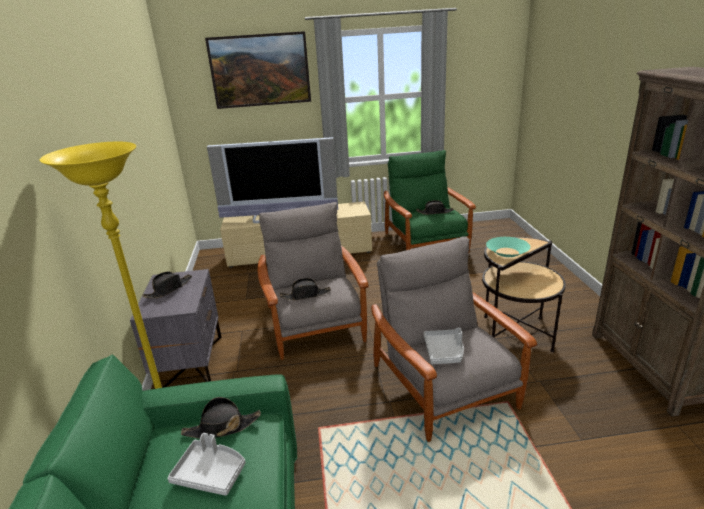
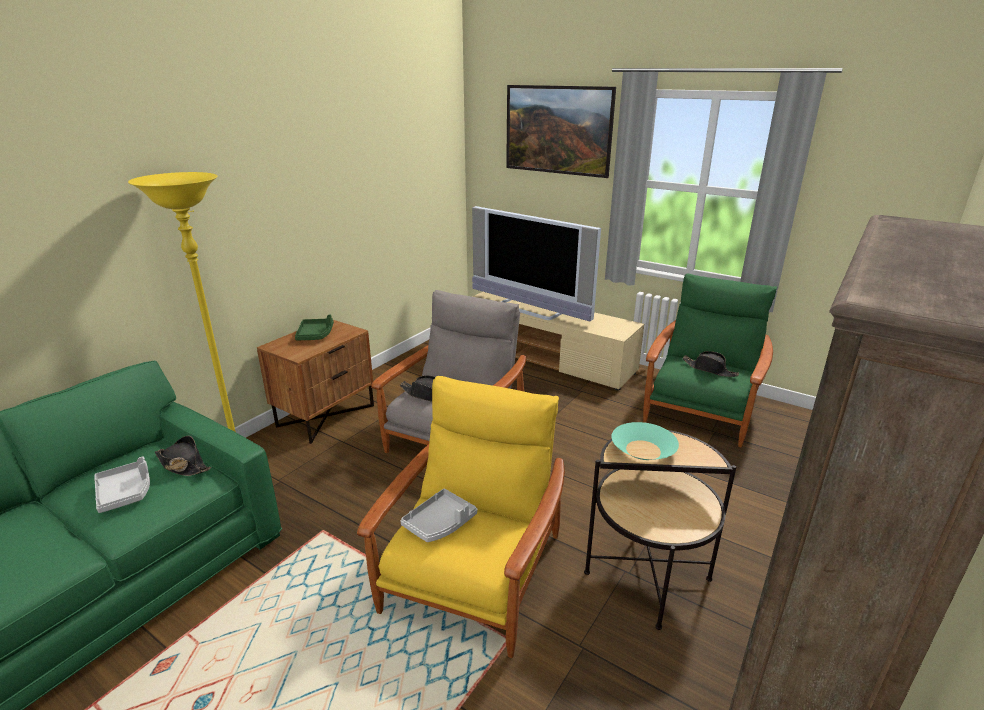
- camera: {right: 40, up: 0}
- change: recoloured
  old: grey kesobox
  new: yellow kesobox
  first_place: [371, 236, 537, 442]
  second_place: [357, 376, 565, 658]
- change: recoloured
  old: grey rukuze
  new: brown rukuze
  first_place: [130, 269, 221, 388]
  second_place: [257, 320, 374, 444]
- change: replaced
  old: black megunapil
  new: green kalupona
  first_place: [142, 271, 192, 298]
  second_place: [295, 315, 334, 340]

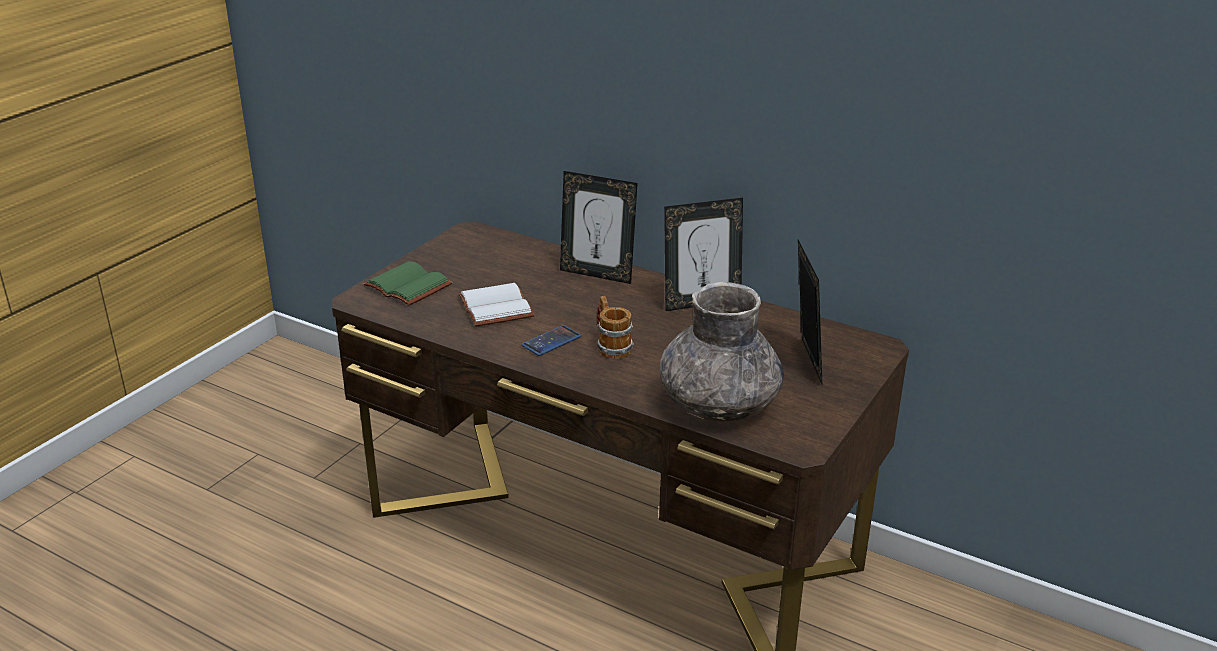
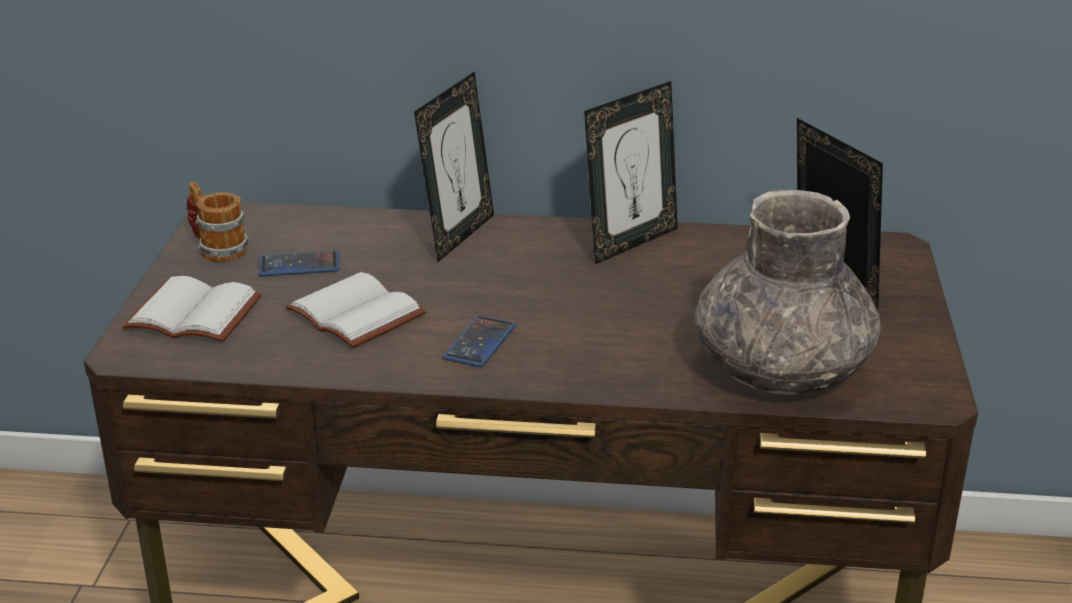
- camera: {right: -25, up: 0}
- change: turned
  old: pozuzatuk
  first_place: [560, 171, 637, 284]
  second_place: [414, 72, 494, 262]
  degrees: -60
- change: recoloured
  old: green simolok
  new: white simolok
  first_place: [364, 261, 452, 306]
  second_place: [122, 276, 262, 342]
- change: moved
  old: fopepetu
  first_place: [596, 296, 634, 359]
  second_place: [186, 182, 249, 262]
- change: added
  new: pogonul
  second_place: [259, 251, 340, 277]

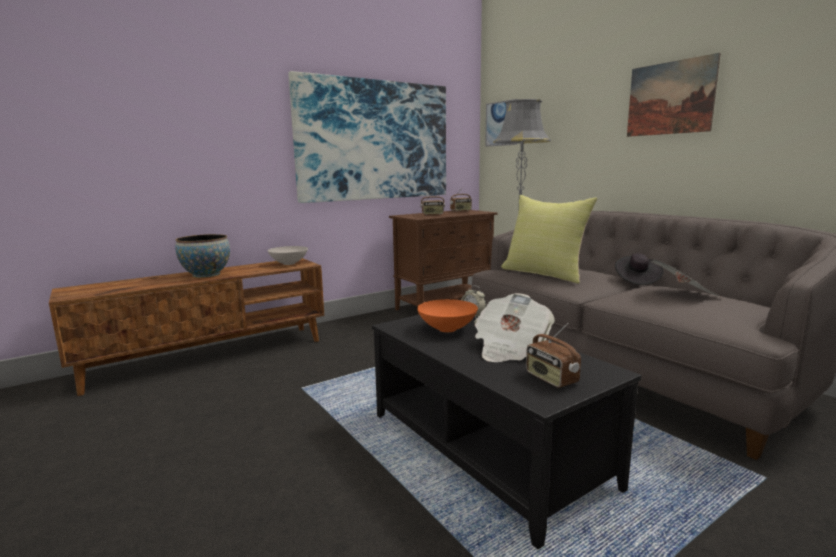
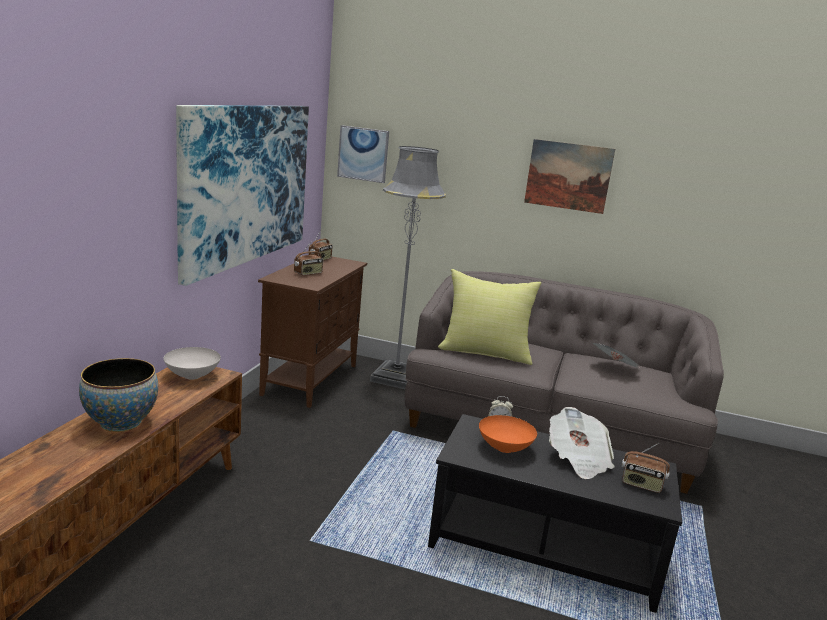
- camera: {right: -40, up: 5}
- change: removed
  old: black megunapil
  first_place: [615, 253, 663, 285]

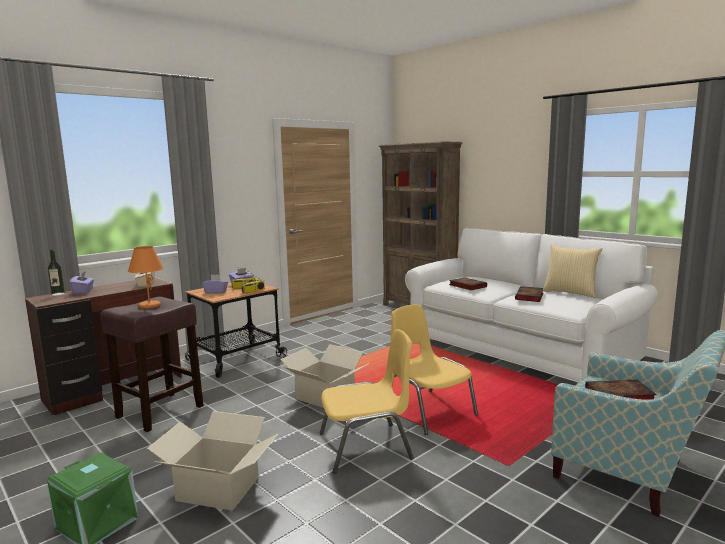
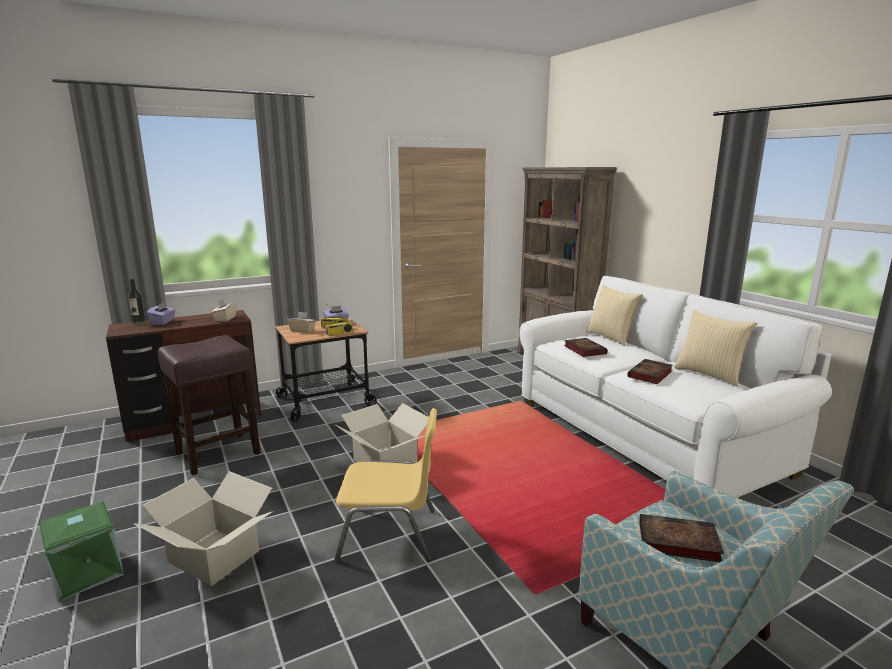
- camera: {right: 15, up: 5}
- change: removed
  old: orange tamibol
  first_place: [128, 246, 164, 309]
- change: recoloured
  old: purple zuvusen
  new: beige zuvusen
  first_place: [202, 275, 228, 294]
  second_place: [287, 312, 316, 333]
- change: removed
  old: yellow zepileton
  first_place: [390, 305, 478, 435]
- change: added
  new: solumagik
  second_place: [586, 285, 643, 346]

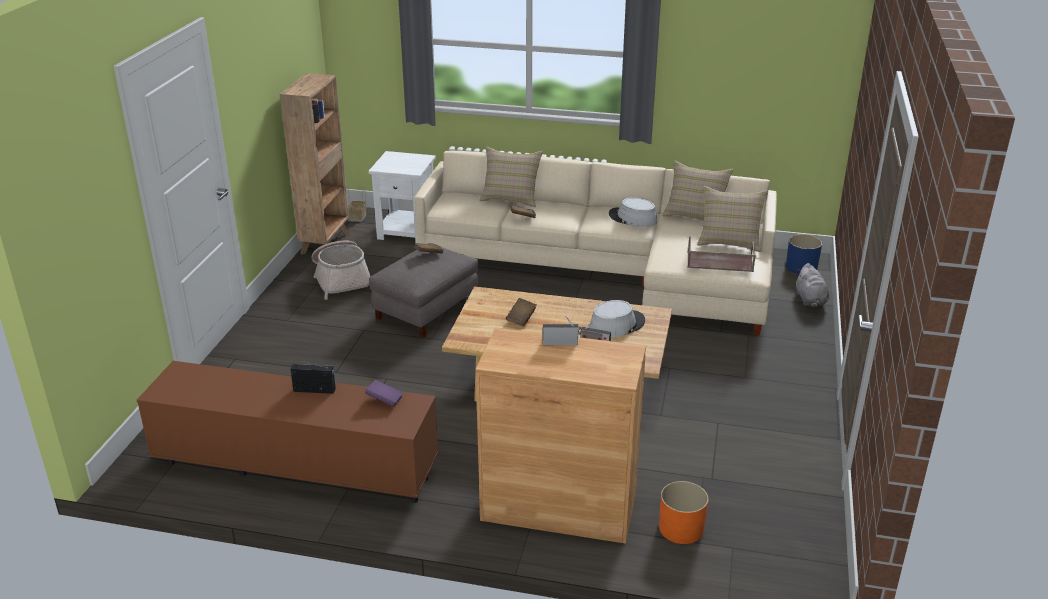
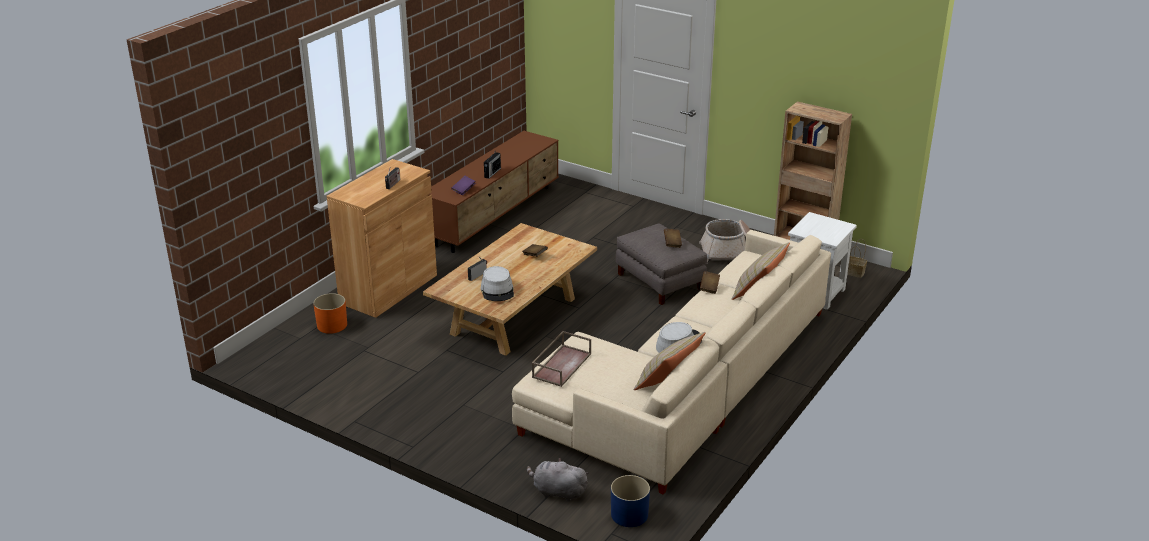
- camera: {right: 110, up: 0}
- change: removed
  old: beige solumagik
  first_place: [698, 186, 767, 252]

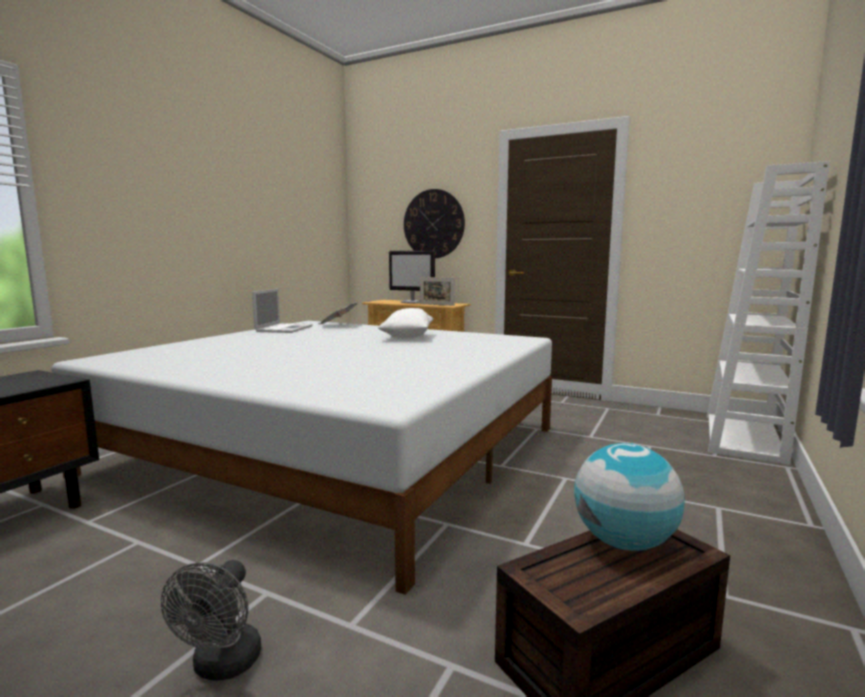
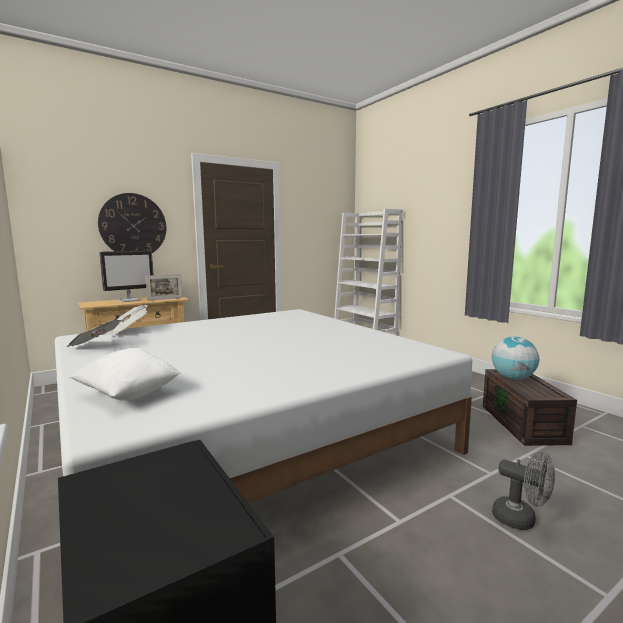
- camera: {right: -60, up: 0}
- change: replaced
  old: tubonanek
  new: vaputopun
  first_place: [252, 288, 313, 333]
  second_place: [66, 319, 122, 347]
- change: moved
  old: white solumagik
  first_place: [378, 308, 434, 338]
  second_place: [69, 348, 181, 401]

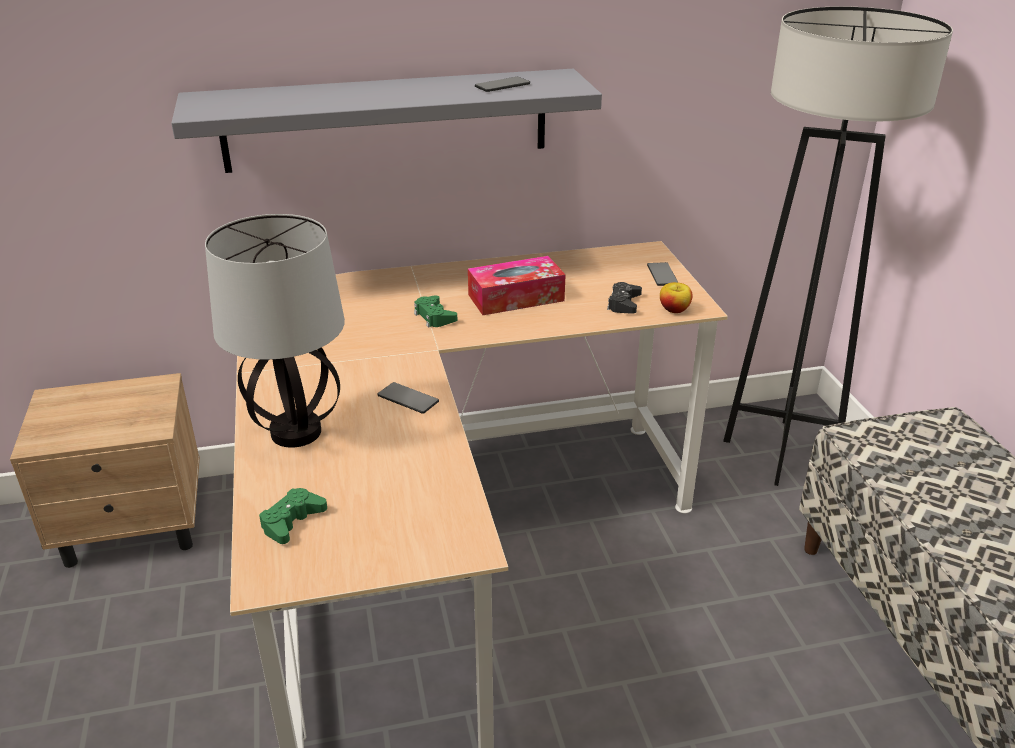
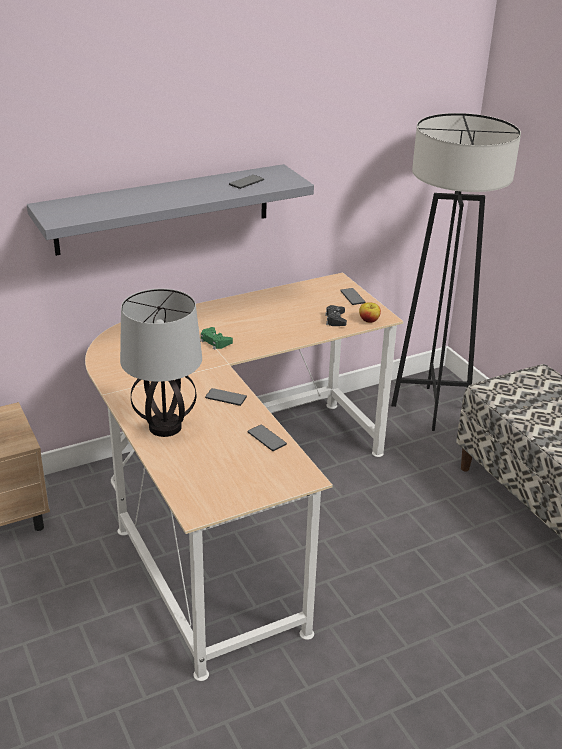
- camera: {right: -15, up: 0}
- change: removed
  old: zuvusen
  first_place: [468, 256, 566, 315]
- change: removed
  old: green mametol
  first_place: [259, 488, 327, 544]
- change: added
  new: pogonul
  second_place: [248, 425, 287, 451]

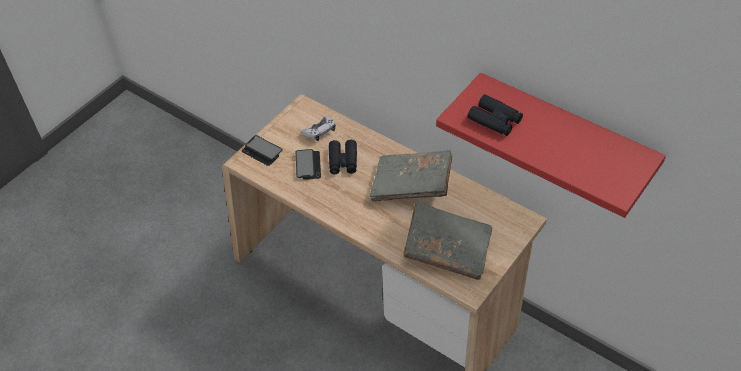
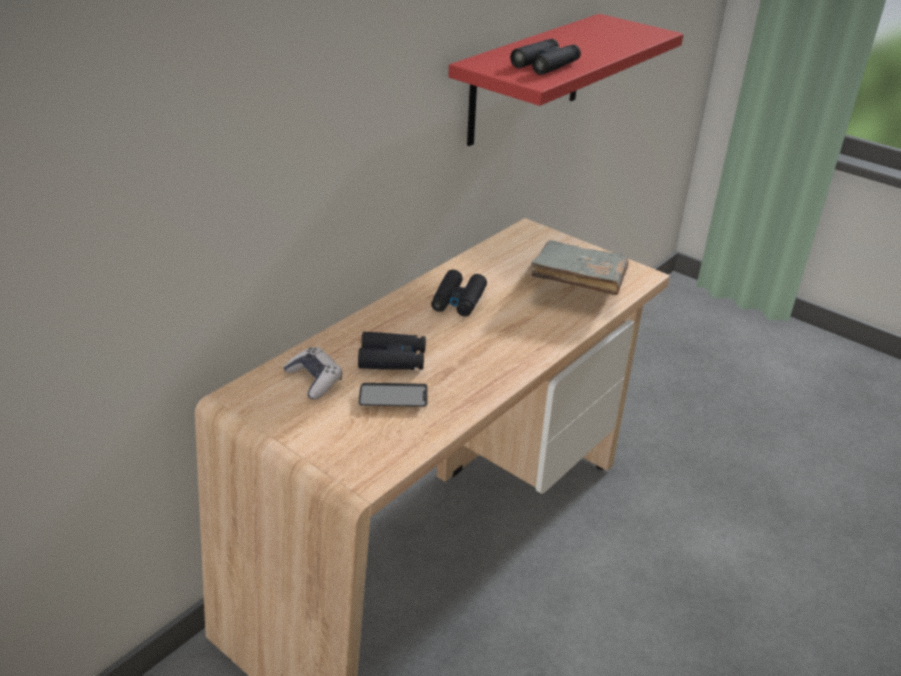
- camera: {right: -90, up: -15}
- change: removed
  old: pogonul
  first_place: [242, 135, 283, 166]
- change: replaced
  old: grey simolok
  new: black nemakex
  first_place: [370, 150, 452, 202]
  second_place: [431, 270, 487, 317]

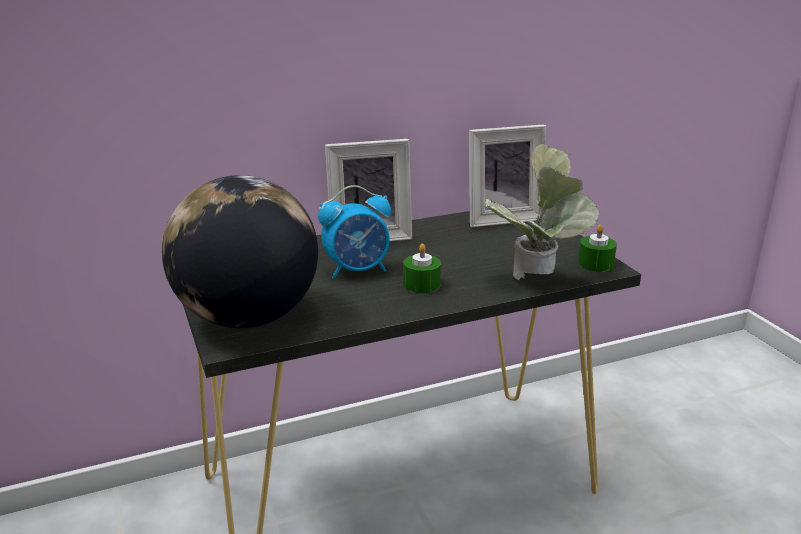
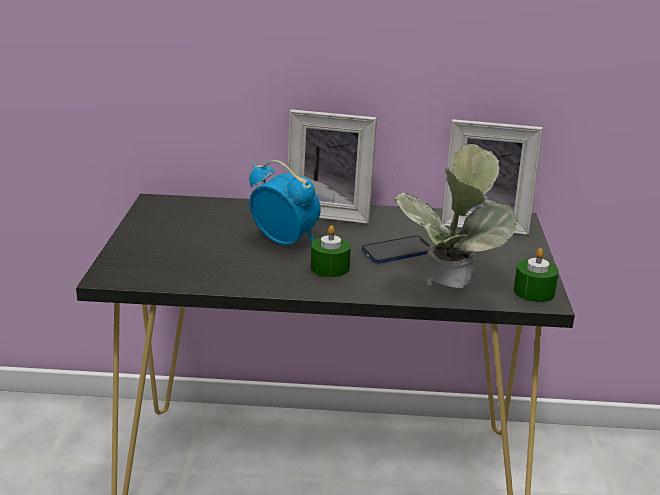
- camera: {right: 25, up: 0}
- change: removed
  old: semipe
  first_place: [162, 175, 318, 328]
- change: turned
  old: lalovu
  first_place: [318, 185, 391, 279]
  second_place: [249, 160, 321, 245]
  degrees: -150
- change: added
  new: pogonul
  second_place: [362, 236, 430, 264]

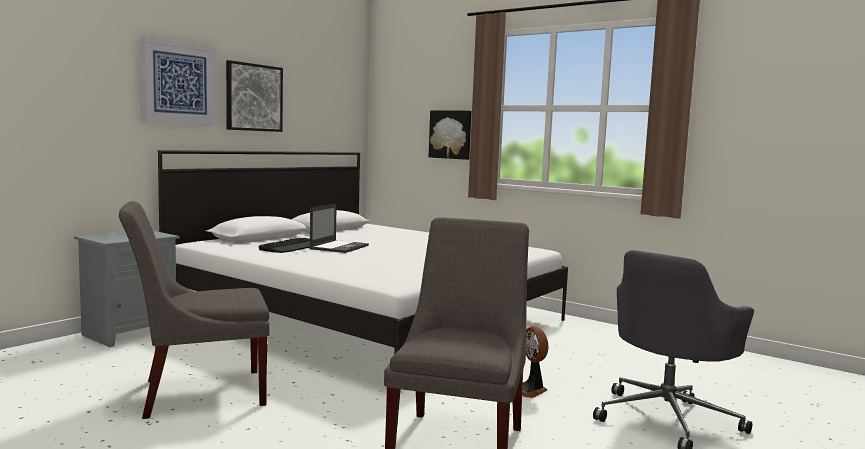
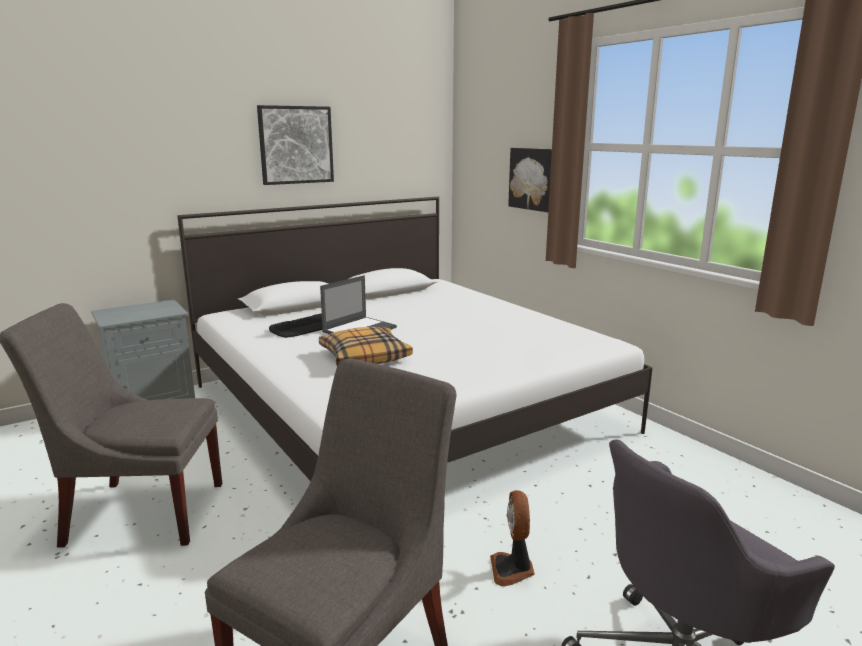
- camera: {right: 20, up: 10}
- change: removed
  old: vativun
  first_place: [140, 36, 216, 126]
- change: added
  new: solumagik
  second_place: [319, 327, 413, 365]

